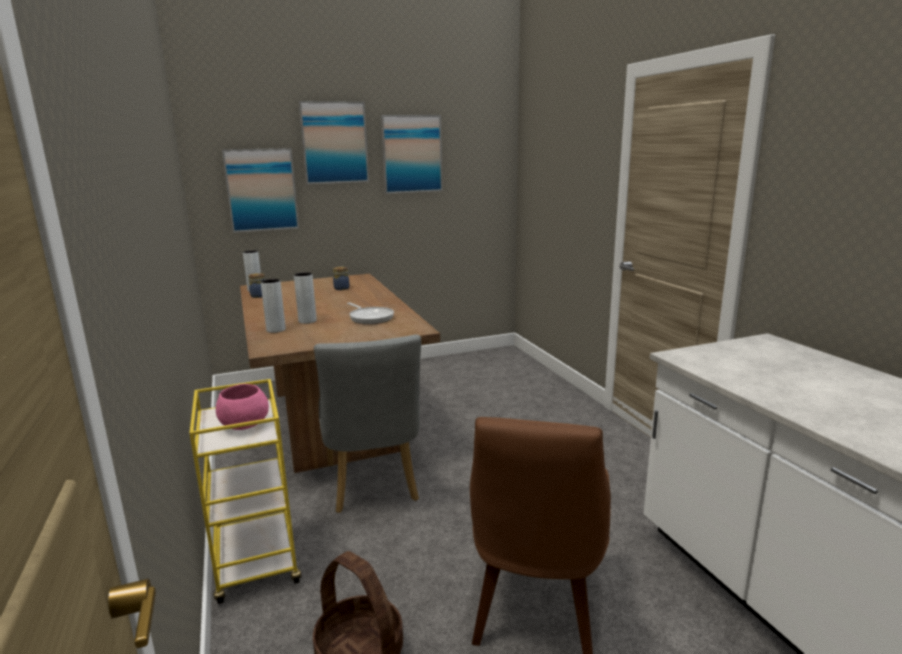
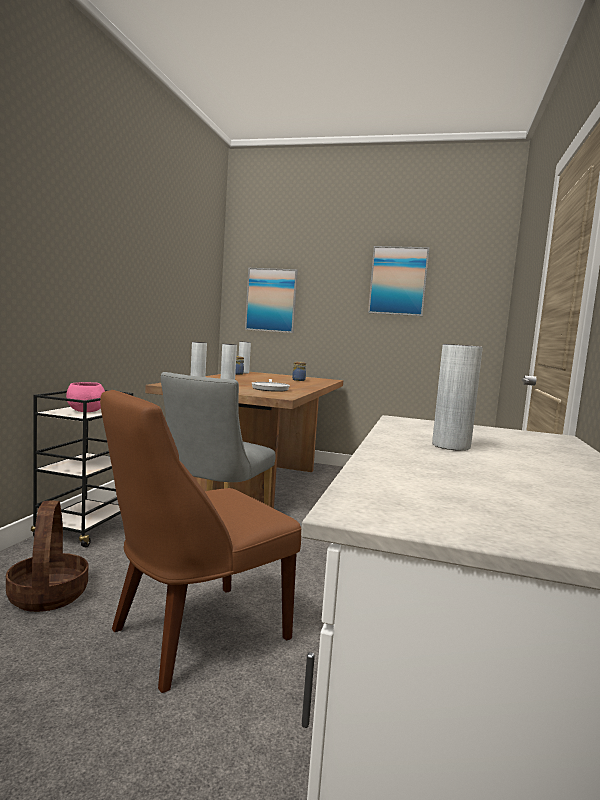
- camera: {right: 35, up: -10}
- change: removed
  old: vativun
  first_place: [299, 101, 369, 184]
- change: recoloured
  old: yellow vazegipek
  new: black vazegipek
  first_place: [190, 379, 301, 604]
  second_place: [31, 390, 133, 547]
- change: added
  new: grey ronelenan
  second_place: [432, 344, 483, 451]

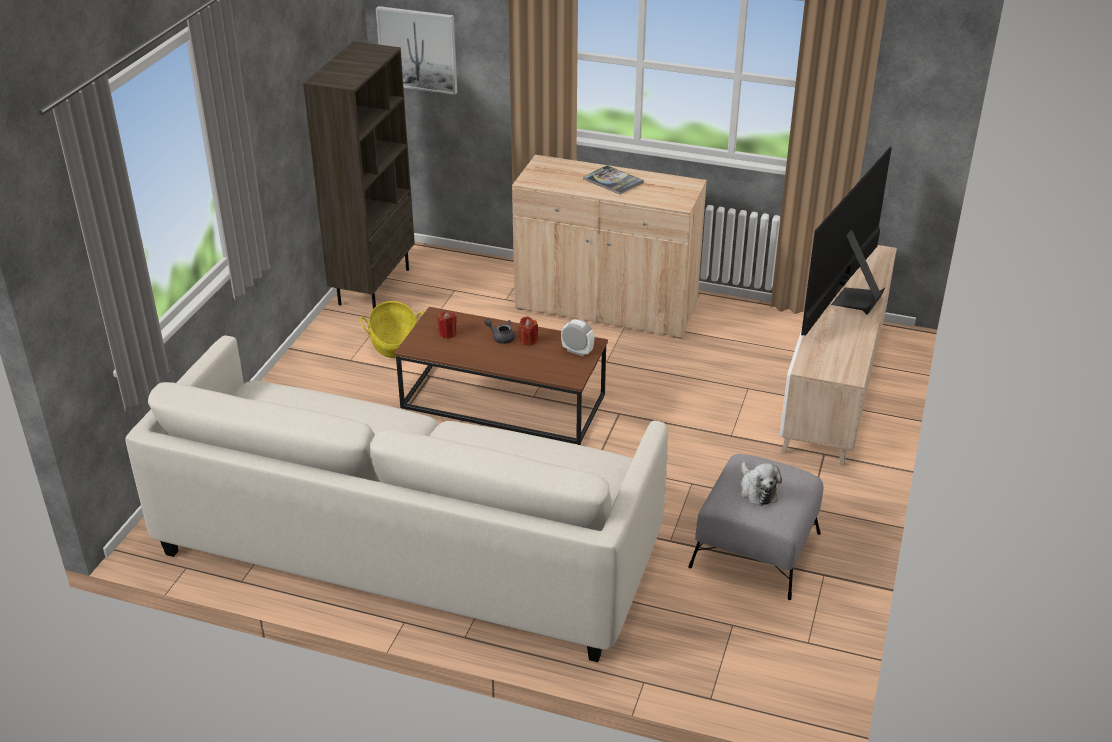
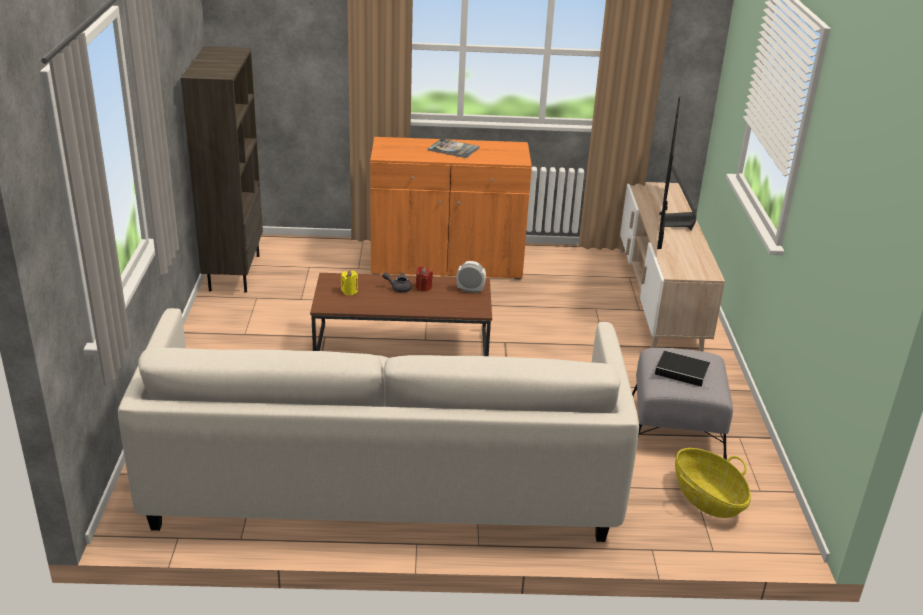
- camera: {right: -20, up: -5}
- change: removed
  old: vativun
  first_place: [376, 6, 457, 95]
- change: recoloured
  old: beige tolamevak
  new: orange tolamevak
  first_place: [512, 155, 707, 339]
  second_place: [370, 137, 532, 279]
- change: moved
  old: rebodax
  first_place: [360, 301, 424, 358]
  second_place: [675, 448, 751, 518]
- change: recoloured
  old: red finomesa
  new: yellow finomesa
  first_place: [438, 312, 457, 339]
  second_place: [341, 270, 358, 295]
- change: replaced
  old: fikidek
  new: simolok
  first_place: [740, 462, 782, 506]
  second_place: [655, 351, 711, 388]

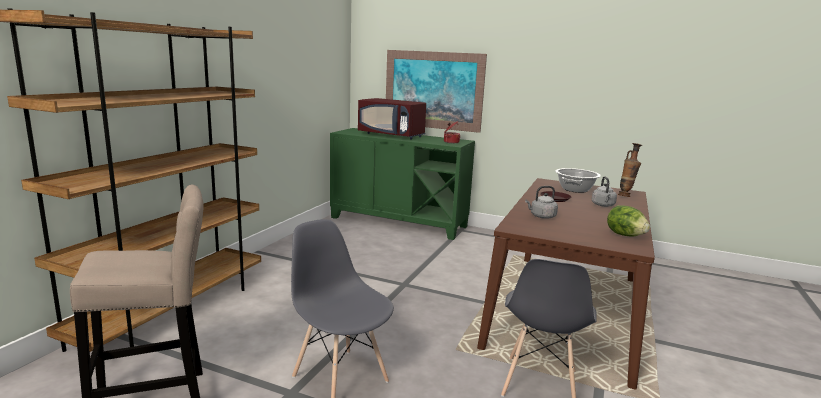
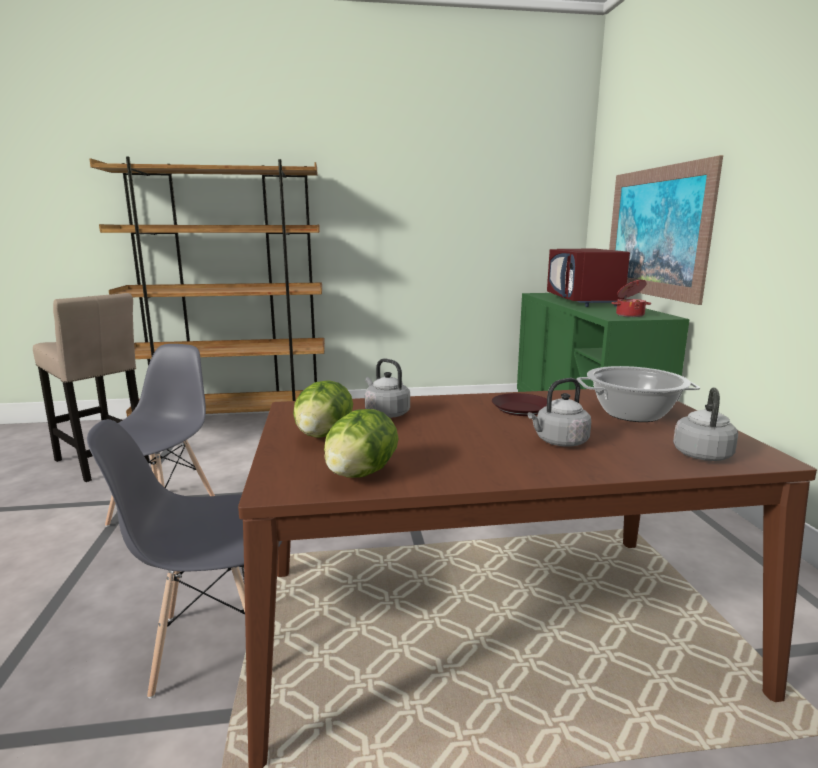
- camera: {right: 60, up: 0}
- change: replaced
  old: ronelenan
  new: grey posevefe
  first_place: [618, 143, 642, 197]
  second_place: [673, 387, 738, 461]
- change: added
  new: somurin
  second_place: [293, 380, 353, 438]

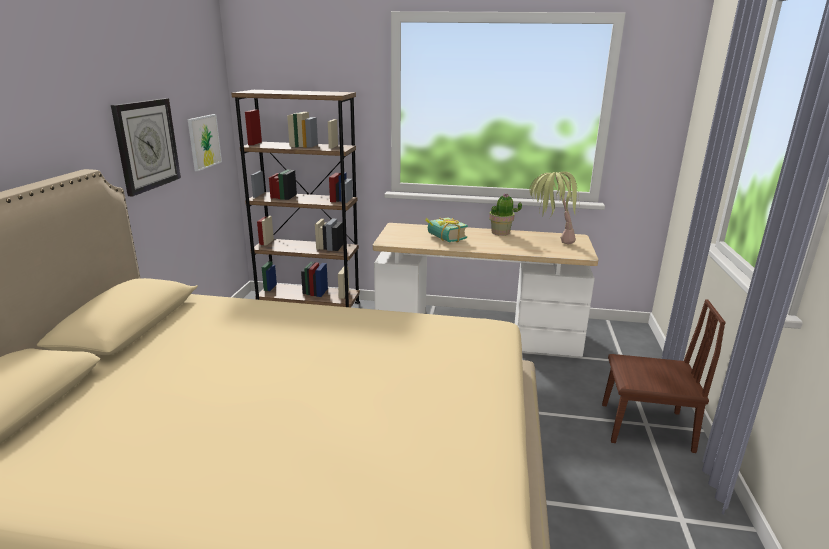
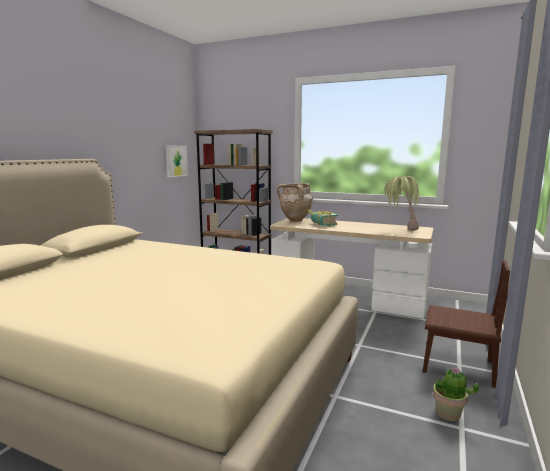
- camera: {right: 15, up: -10}
- change: removed
  old: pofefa
  first_place: [111, 98, 181, 197]
- change: moved
  old: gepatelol
  first_place: [489, 193, 522, 236]
  second_place: [433, 367, 479, 421]
- change: added
  new: beige ronelenan
  second_place: [277, 183, 313, 222]

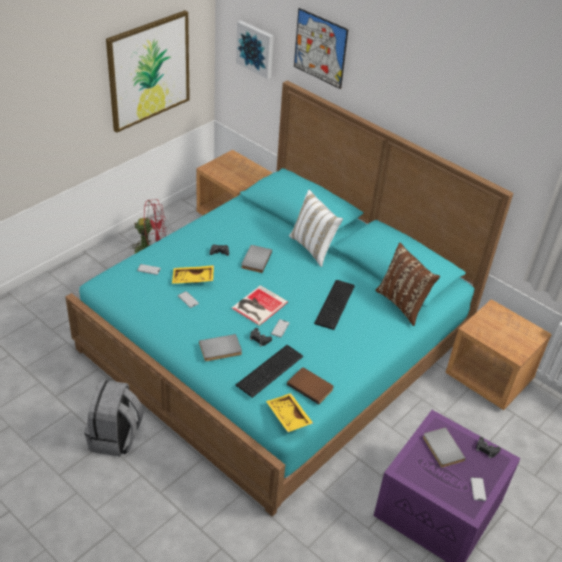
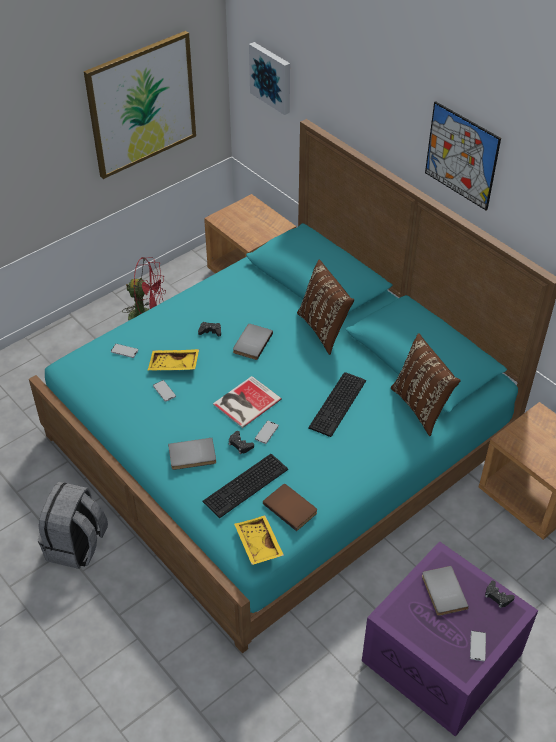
- camera: {right: 10, up: 5}
- change: moved
  old: vativun
  first_place: [294, 8, 348, 89]
  second_place: [425, 101, 501, 211]
- change: recoloured
  old: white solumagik
  new: brown solumagik
  first_place: [289, 190, 343, 267]
  second_place: [297, 260, 354, 355]

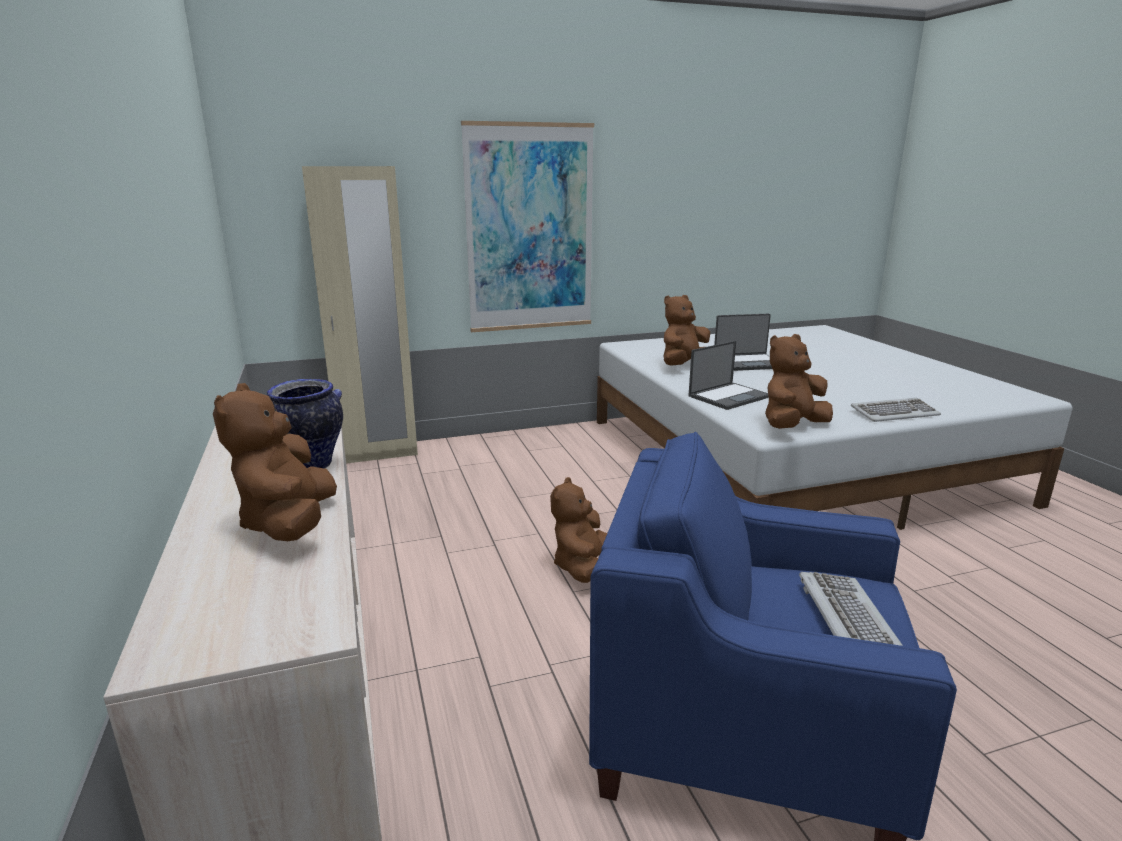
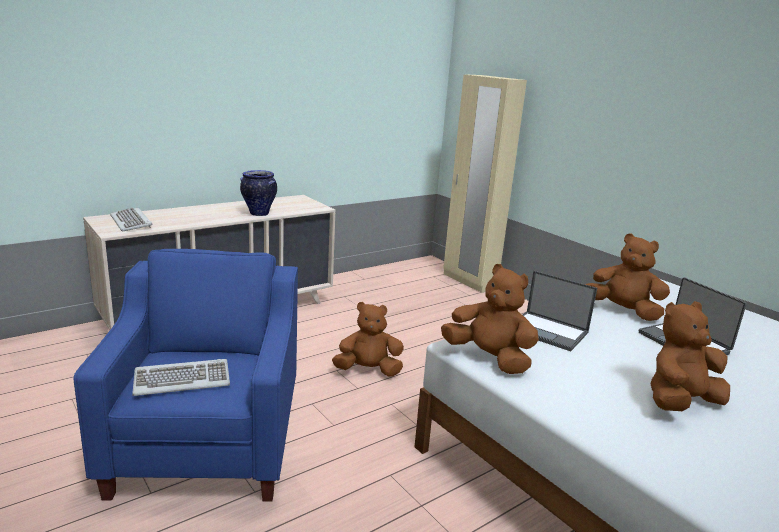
- camera: {right: 70, up: 0}
- change: removed
  old: vativun
  first_place: [461, 121, 594, 332]
- change: moved
  old: brown fikidek
  first_place: [213, 383, 337, 541]
  second_place: [651, 301, 730, 411]
- change: moved
  old: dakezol
  first_place: [851, 398, 941, 422]
  second_place: [110, 207, 153, 231]

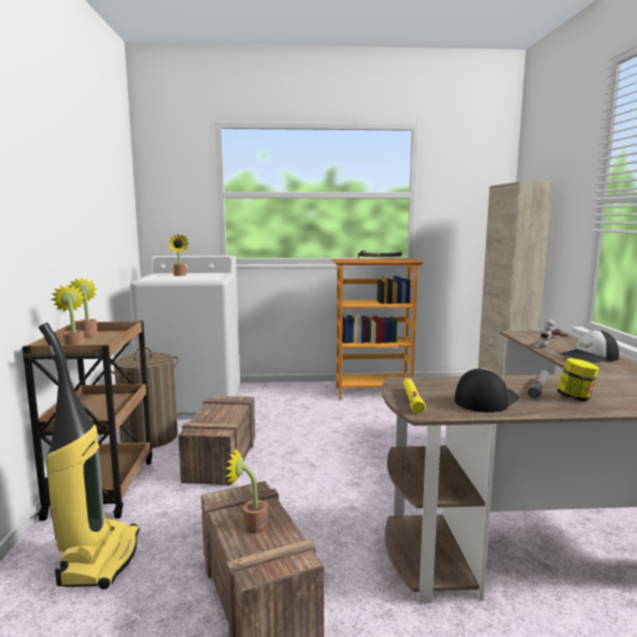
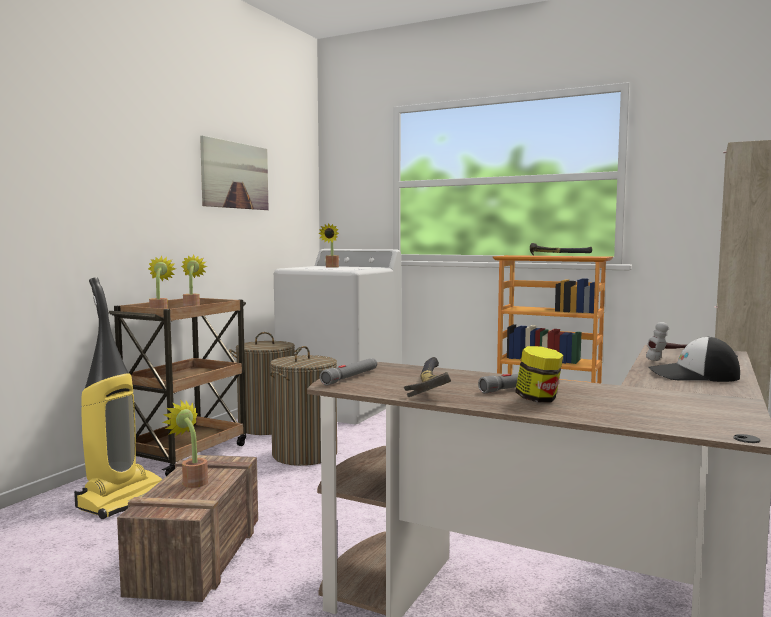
- camera: {right: 30, up: -5}
- change: replaced
  old: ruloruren
  new: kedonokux
  first_place: [454, 368, 519, 413]
  second_place: [404, 357, 451, 397]
- change: recoloured
  old: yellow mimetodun
  new: grey mimetodun
  first_place: [403, 378, 426, 414]
  second_place: [320, 358, 377, 385]
- change: replaced
  old: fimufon
  new: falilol
  first_place: [178, 396, 255, 485]
  second_place: [270, 346, 337, 466]
- change: added
  new: vativun
  second_place: [200, 135, 269, 210]

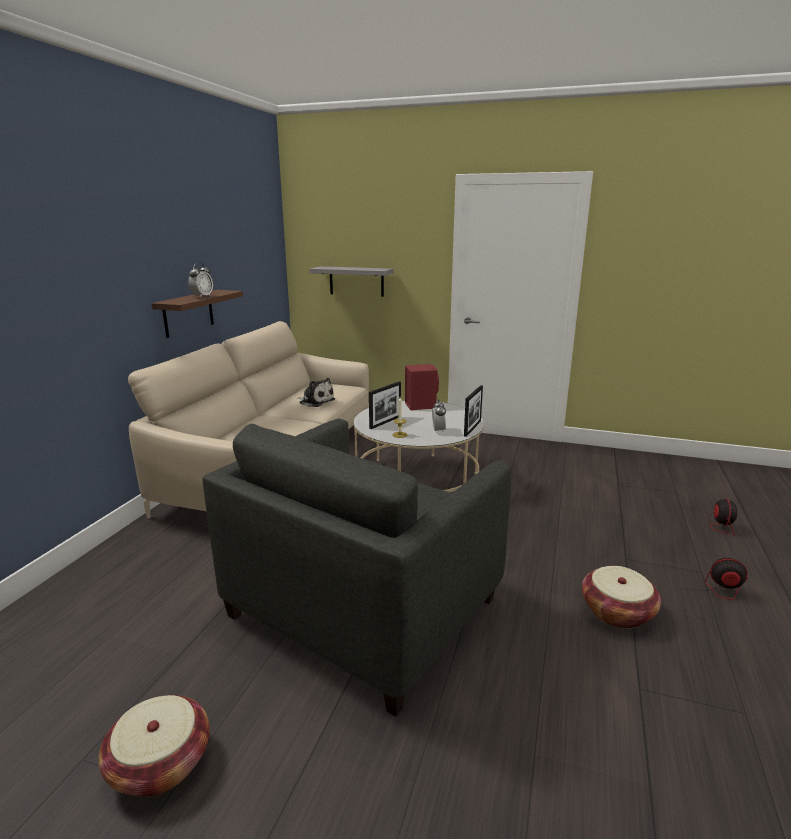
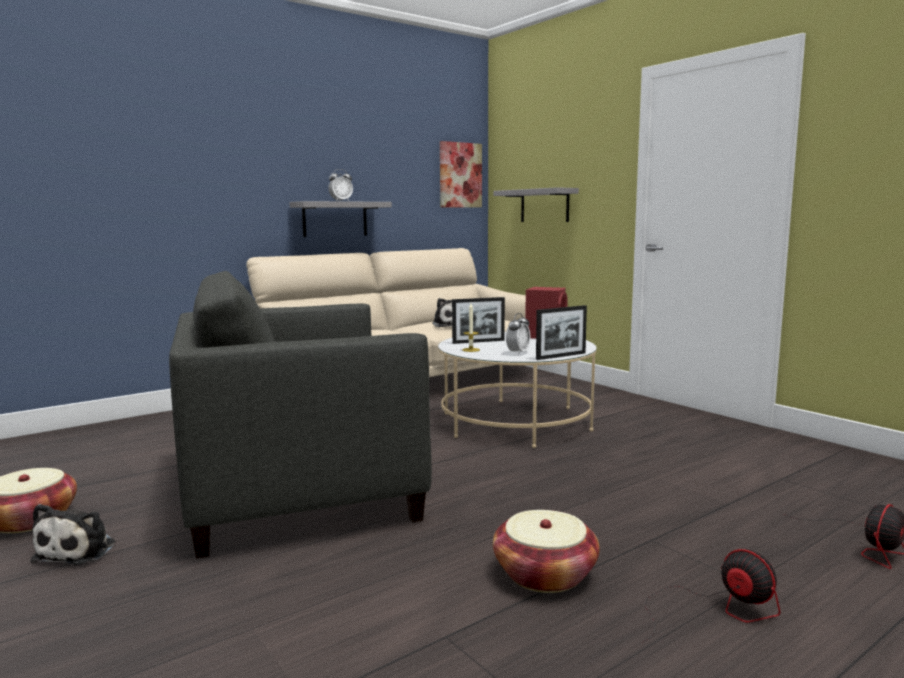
- camera: {right: 35, up: -10}
- change: recoloured
  old: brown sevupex
  new: grey sevupex
  first_place: [151, 290, 243, 338]
  second_place: [289, 201, 392, 237]
- change: added
  new: vativun
  second_place: [440, 141, 482, 207]
- change: added
  new: fikidek
  second_place: [31, 504, 115, 565]

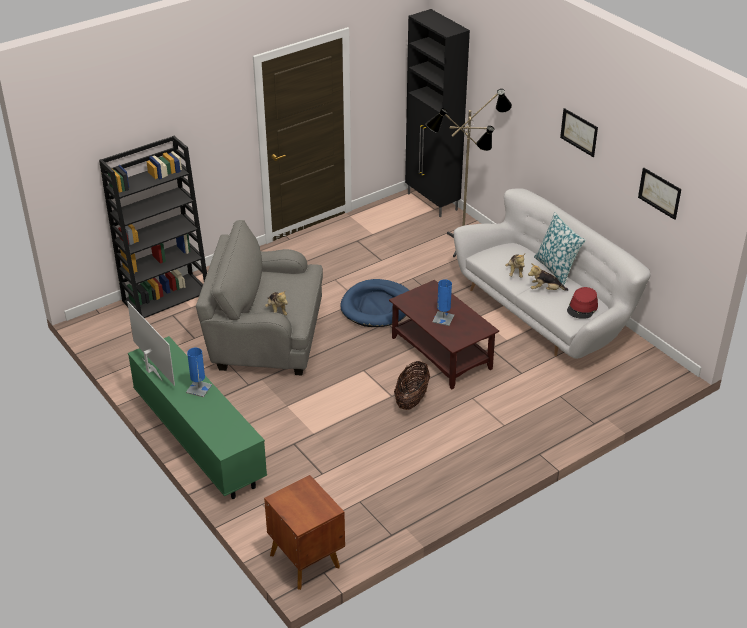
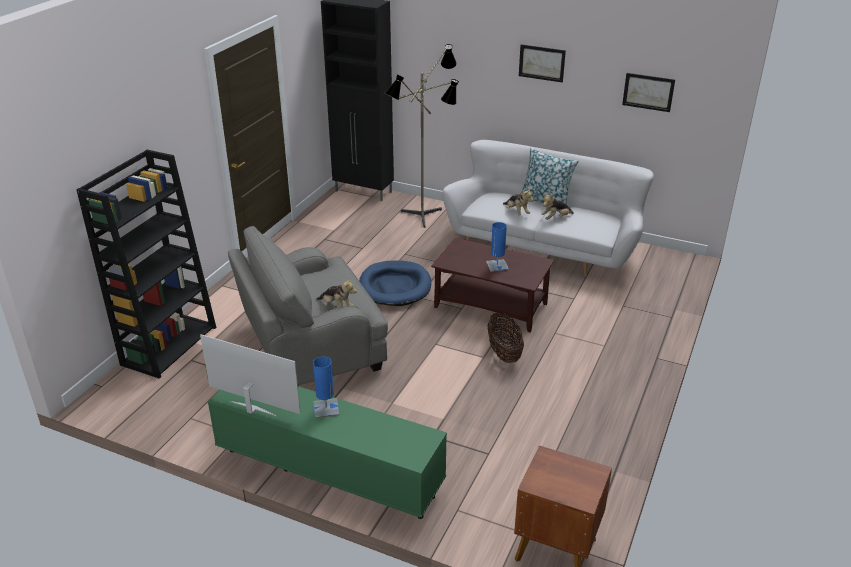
- camera: {right: -30, up: -5}
- change: removed
  old: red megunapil
  first_place: [567, 287, 598, 319]

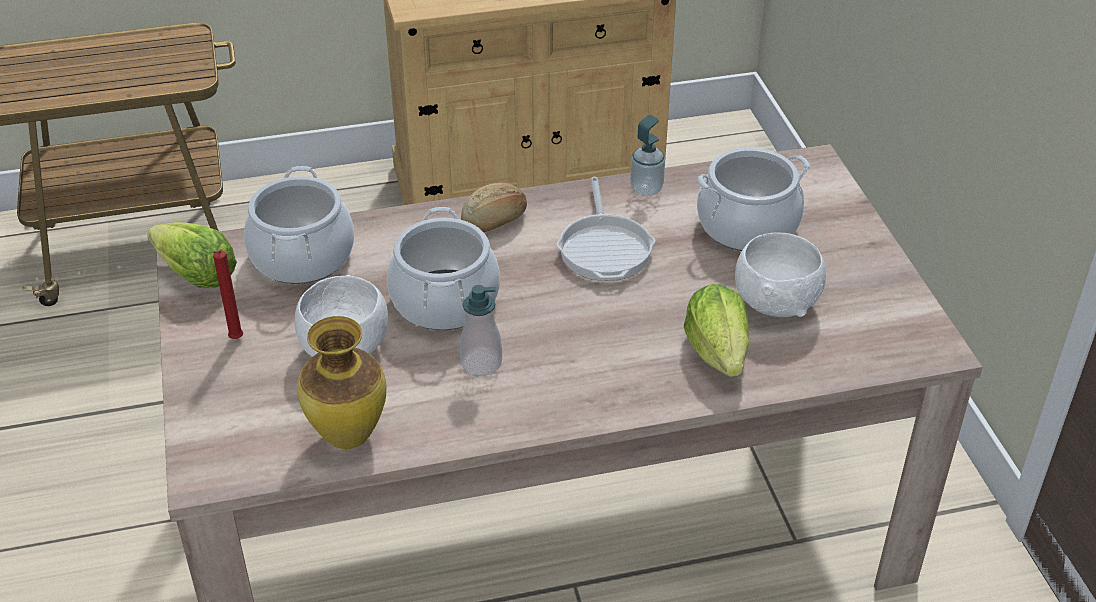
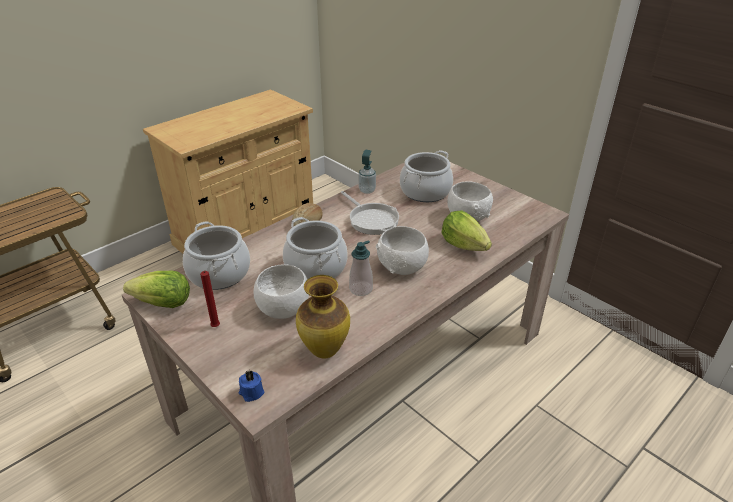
- camera: {right: -30, up: -5}
- change: added
  new: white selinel
  second_place: [376, 226, 429, 275]
- change: added
  new: blue finomesa
  second_place: [239, 370, 264, 402]

